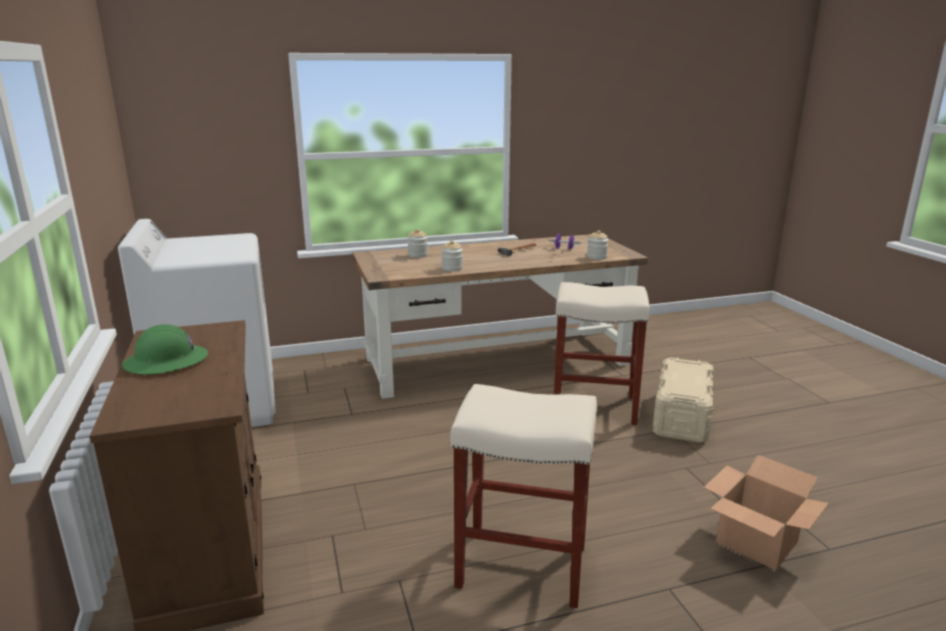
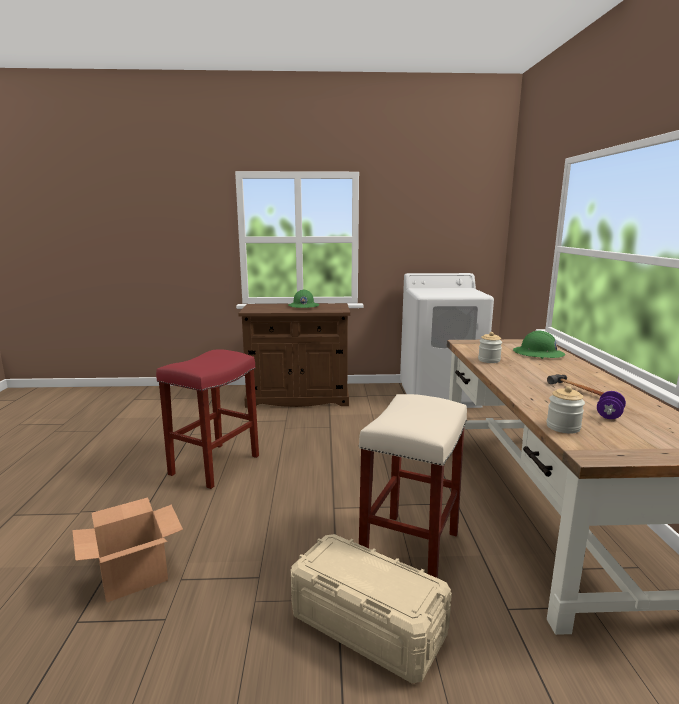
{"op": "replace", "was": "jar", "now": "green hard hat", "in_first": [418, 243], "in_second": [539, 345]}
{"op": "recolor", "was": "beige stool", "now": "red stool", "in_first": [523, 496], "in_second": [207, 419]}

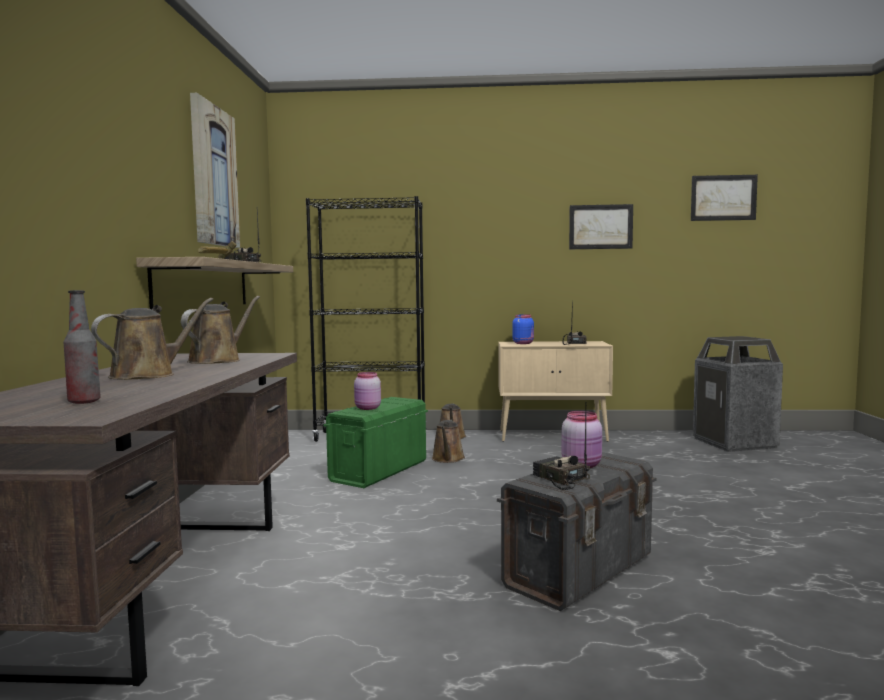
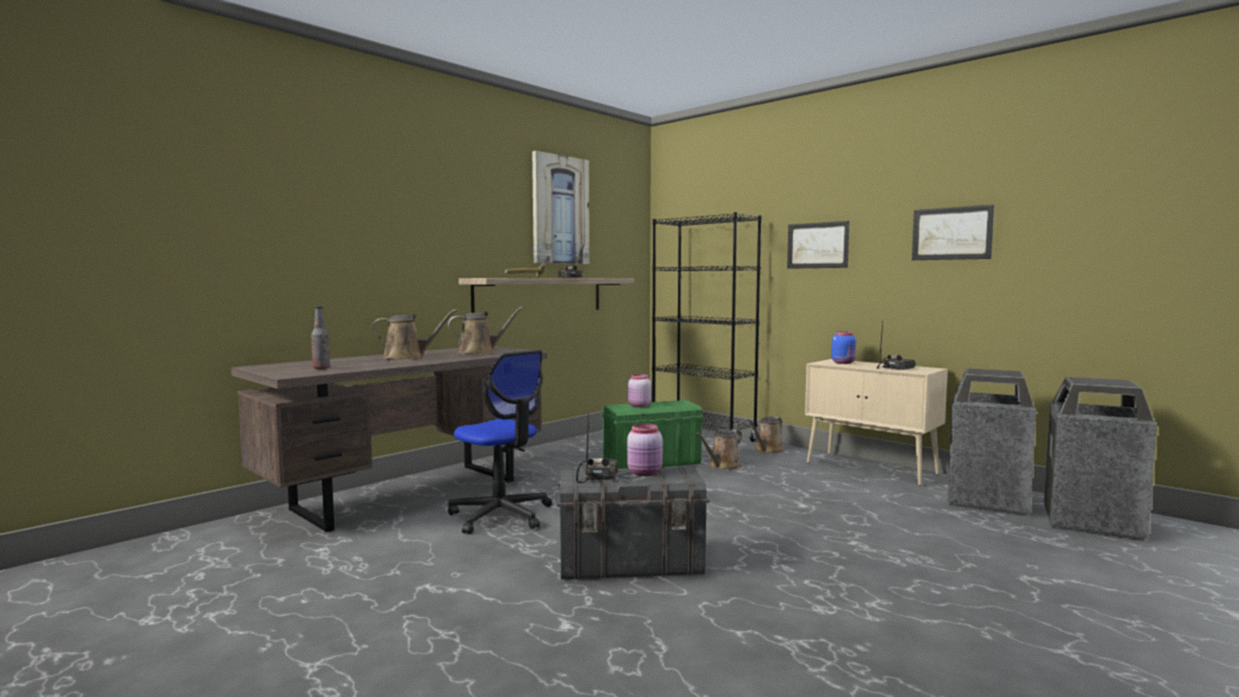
{"op": "move", "was": "picture", "in_first": [724, 198], "in_second": [818, 245]}
{"op": "insert", "now": "office chair", "in_second": [500, 442]}
{"op": "insert", "now": "trash can", "in_second": [992, 442]}

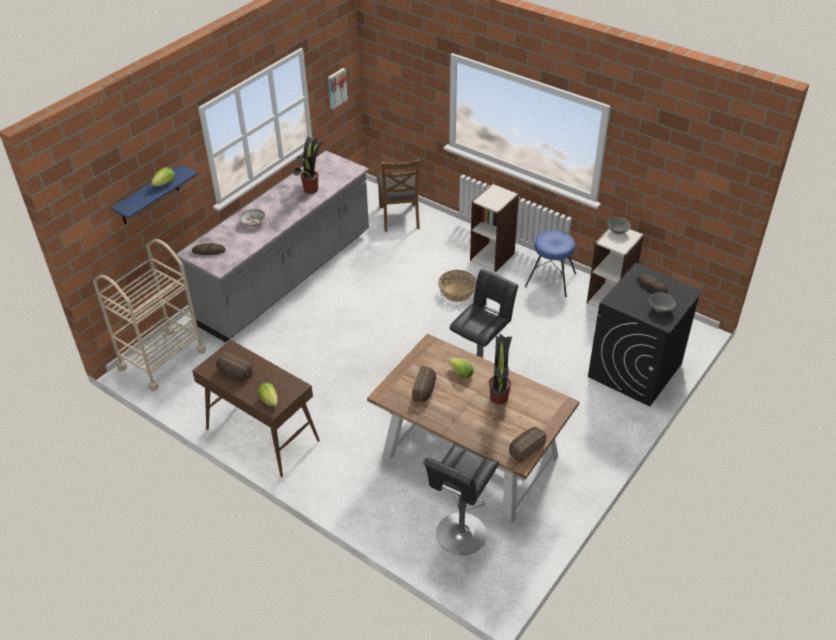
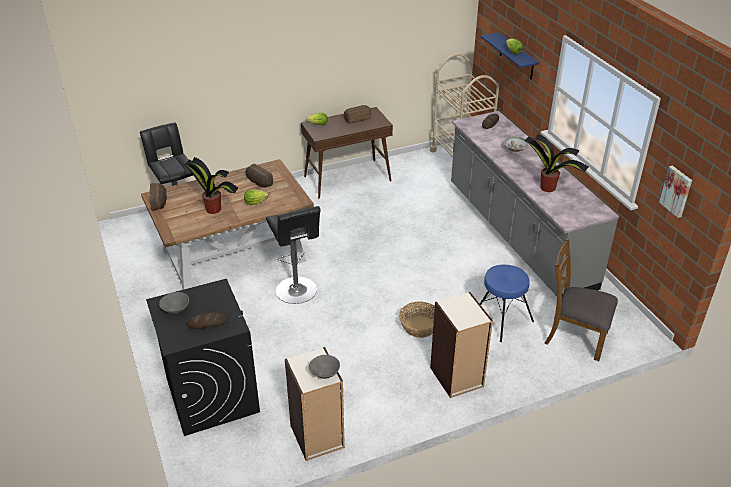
{"op": "move", "was": "blue stool", "in_first": [550, 263], "in_second": [507, 303]}

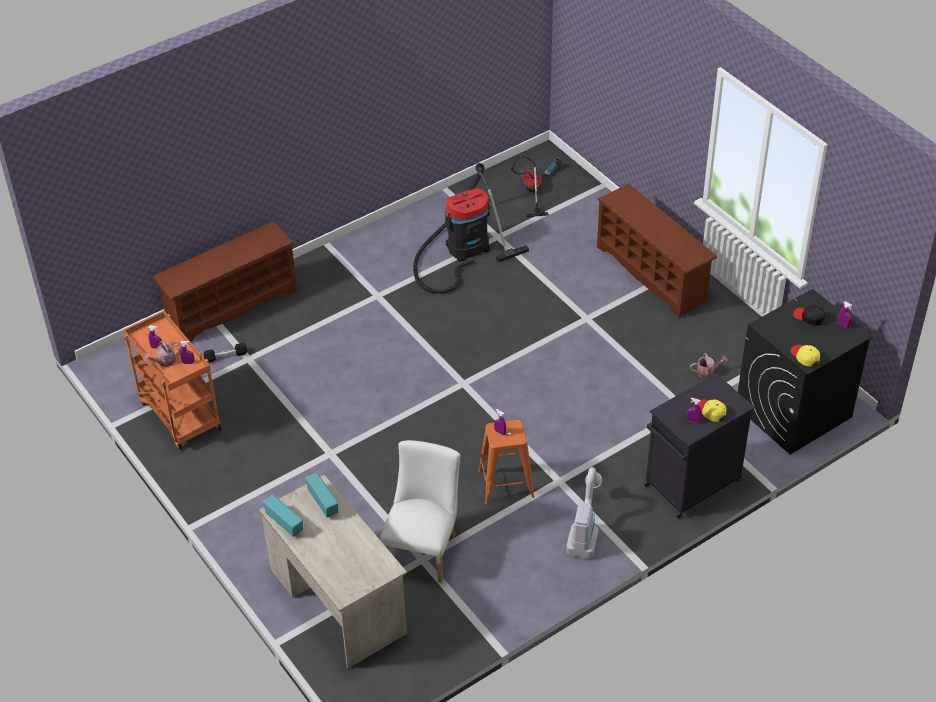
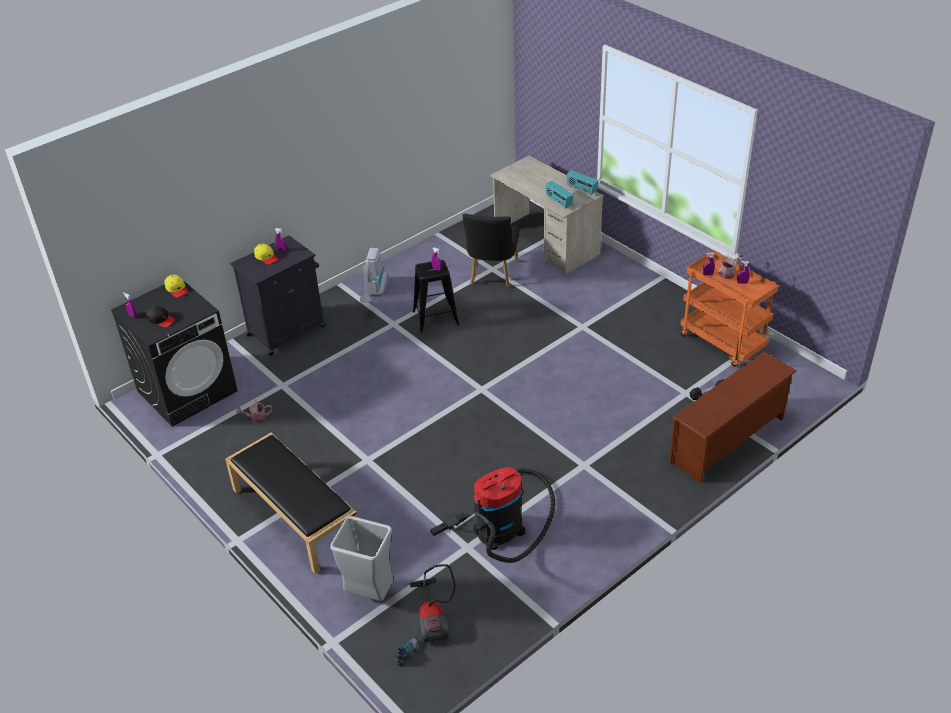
{"op": "replace", "was": "brown shoe rack", "now": "black bench", "in_first": [657, 251], "in_second": [291, 503]}
{"op": "recolor", "was": "orange stool", "now": "black stool", "in_first": [506, 462], "in_second": [436, 296]}
{"op": "recolor", "was": "white chair", "now": "black chair", "in_first": [420, 511], "in_second": [491, 250]}
{"op": "insert", "now": "grey trash can", "in_second": [361, 558]}

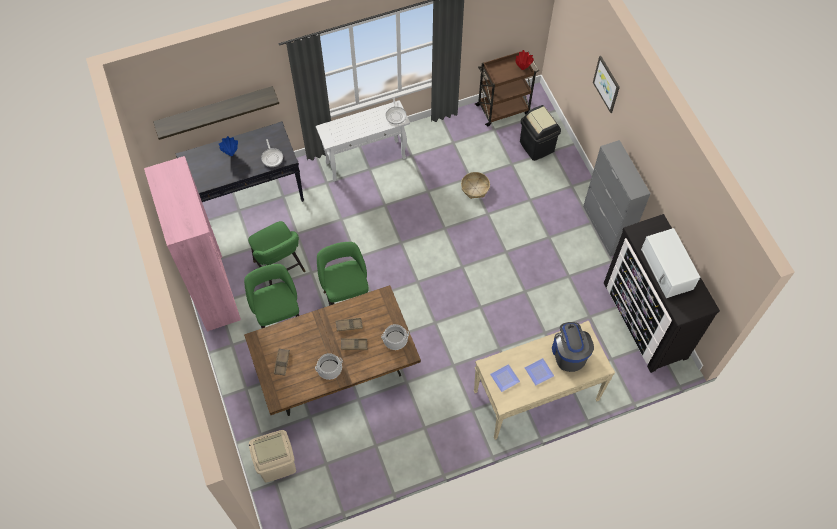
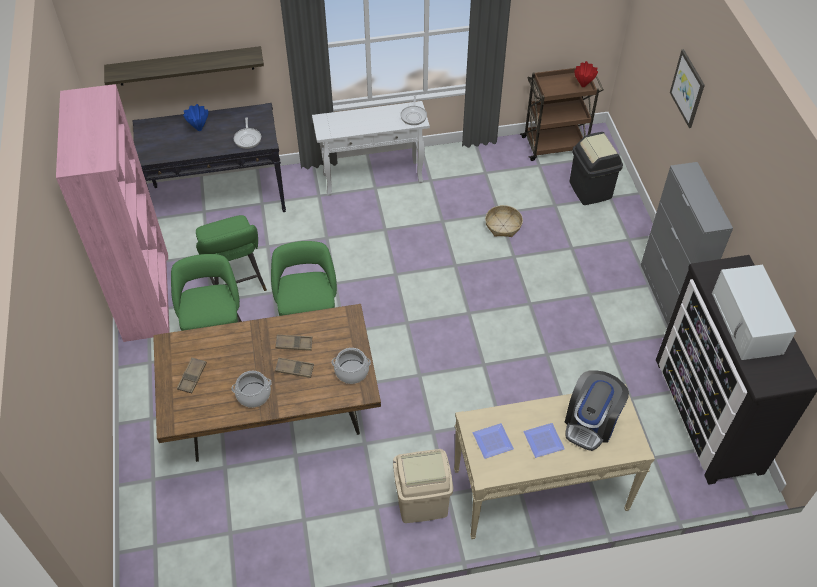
{"op": "rotate", "was": "coffee machine", "in_first": [573, 347], "in_second": [597, 410], "clockwise": -150}
{"op": "move", "was": "beige trash can", "in_first": [272, 456], "in_second": [423, 486]}

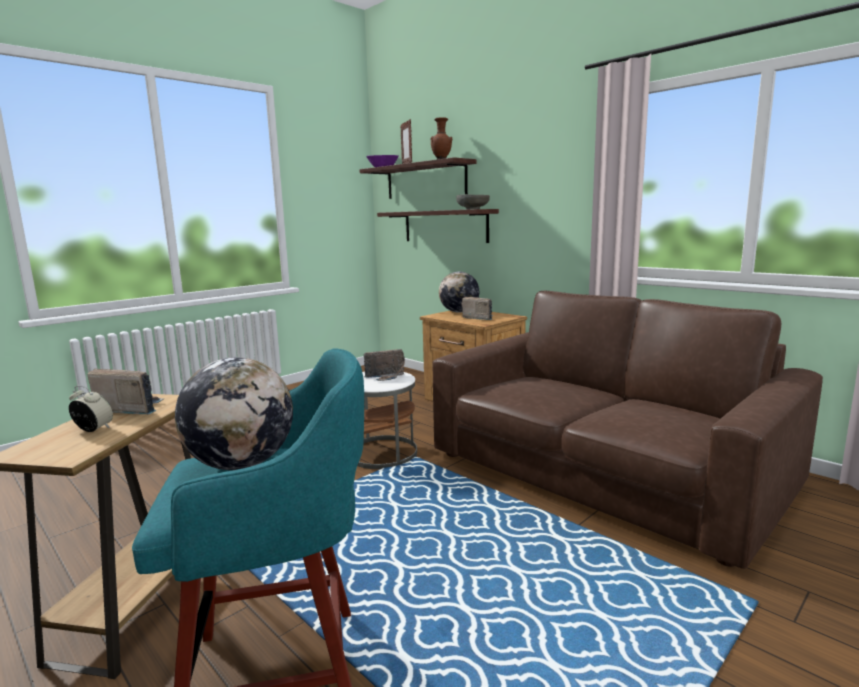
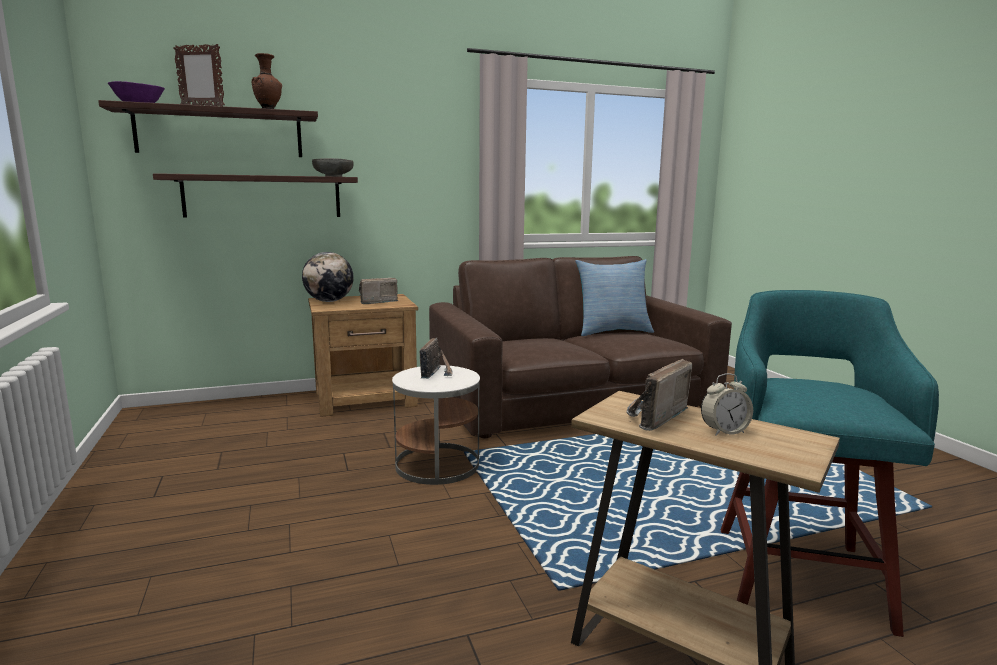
{"op": "delete", "was": "globe", "in_first": [234, 413]}
{"op": "rotate", "was": "alarm clock", "in_first": [91, 408], "in_second": [727, 404], "clockwise": -150}
{"op": "insert", "now": "pillow", "in_second": [614, 297]}

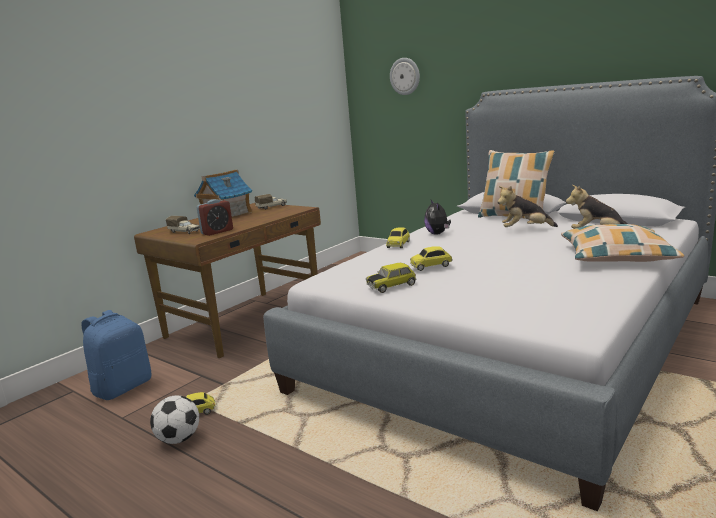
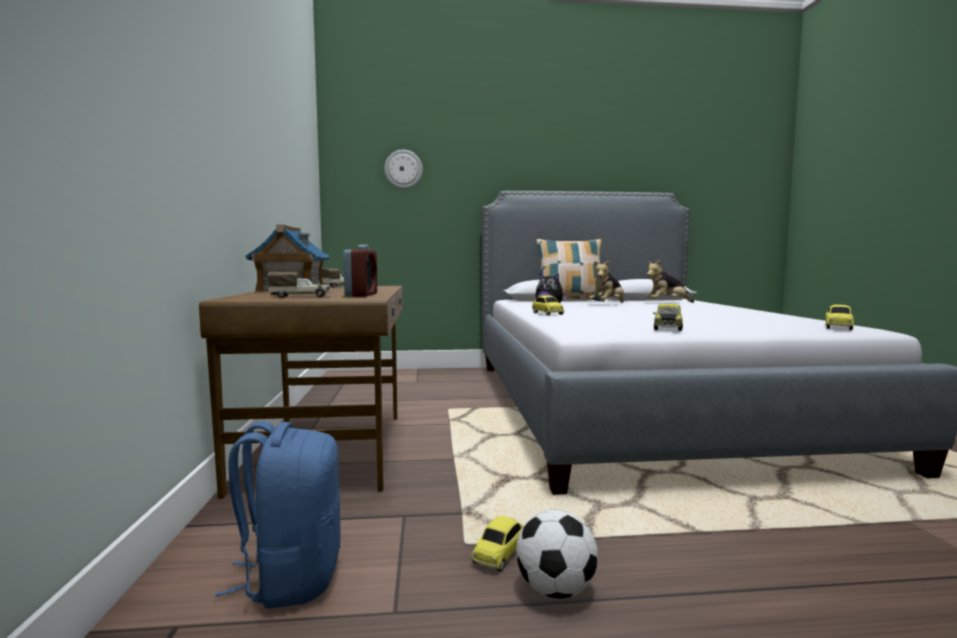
{"op": "delete", "was": "pillow", "in_first": [622, 243]}
{"op": "move", "was": "toy car", "in_first": [431, 258], "in_second": [839, 317]}

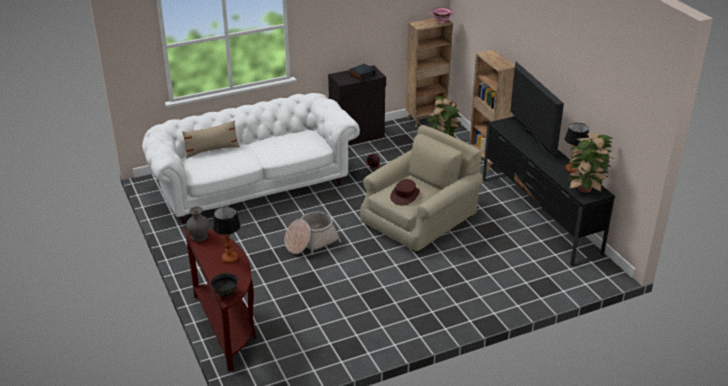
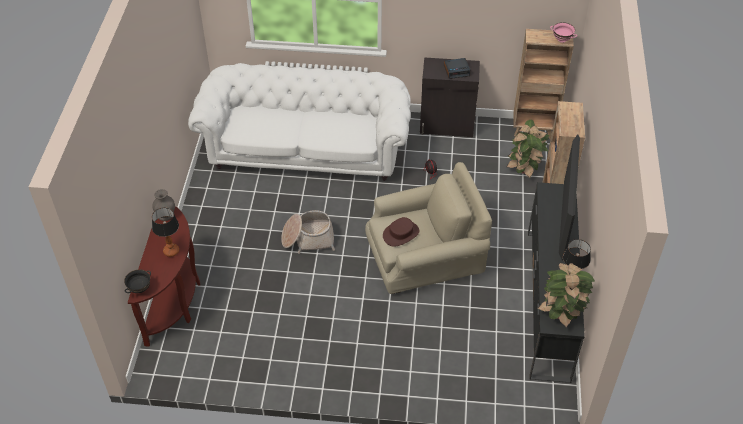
{"op": "delete", "was": "beige pillow", "in_first": [211, 139]}

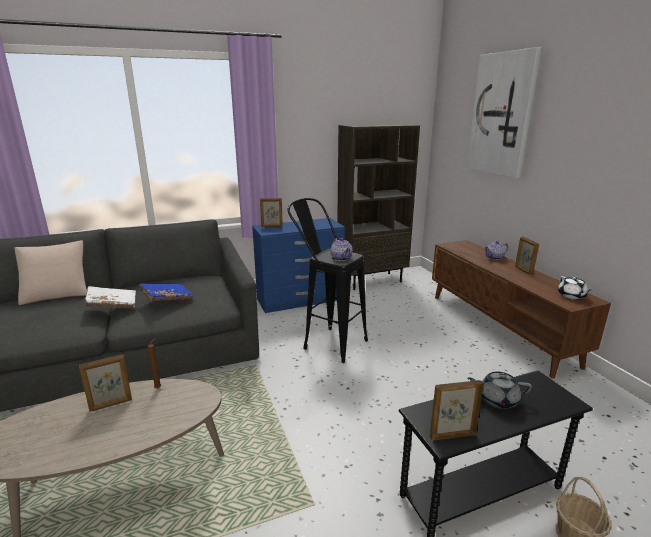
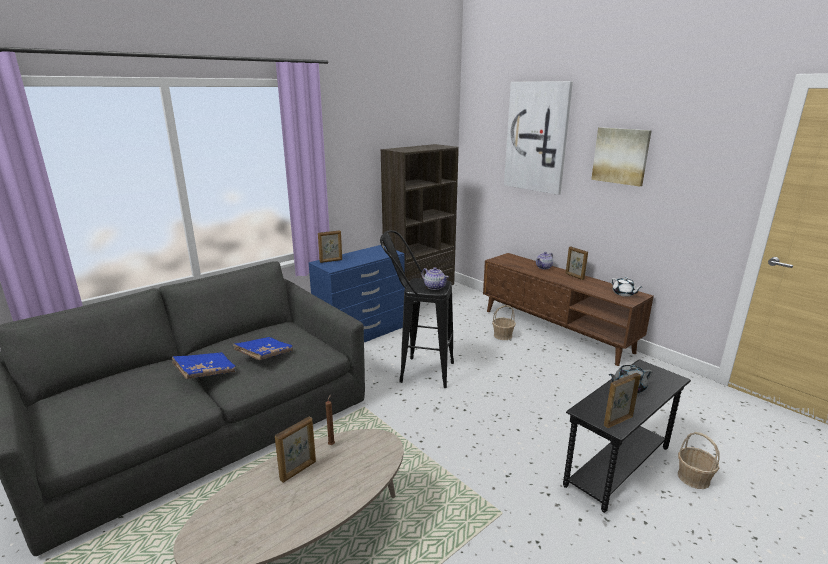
{"op": "delete", "was": "beige pillow", "in_first": [51, 272]}
{"op": "recolor", "was": "white book", "now": "blue book", "in_first": [110, 297], "in_second": [204, 365]}
{"op": "insert", "now": "picture", "in_second": [621, 157]}
{"op": "insert", "now": "basket", "in_second": [504, 322]}

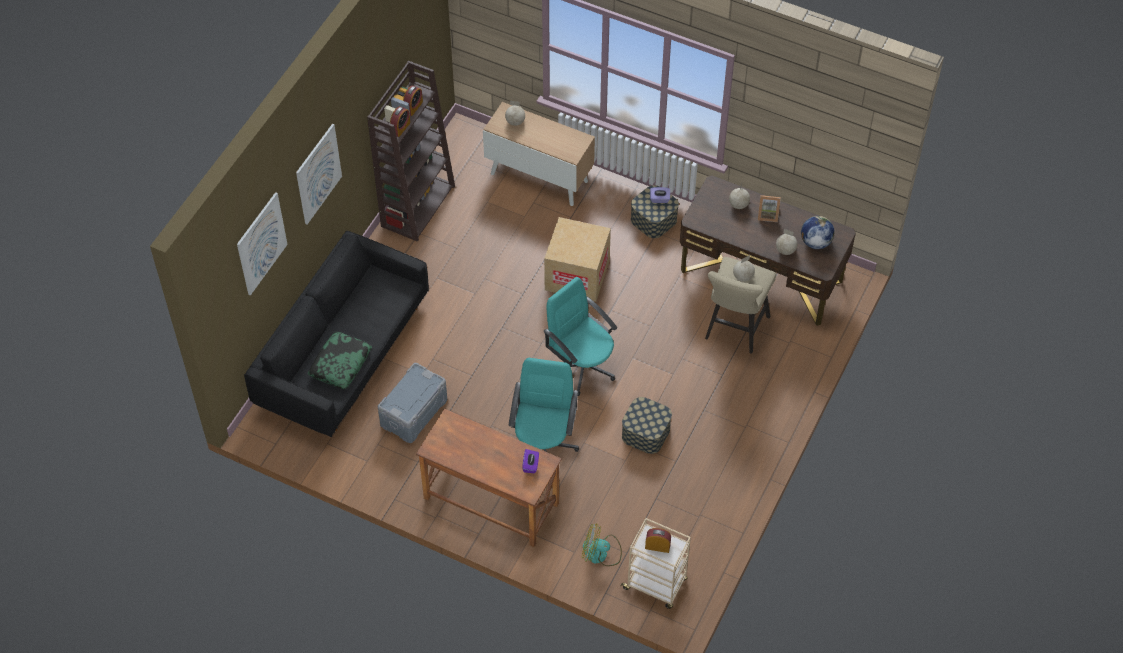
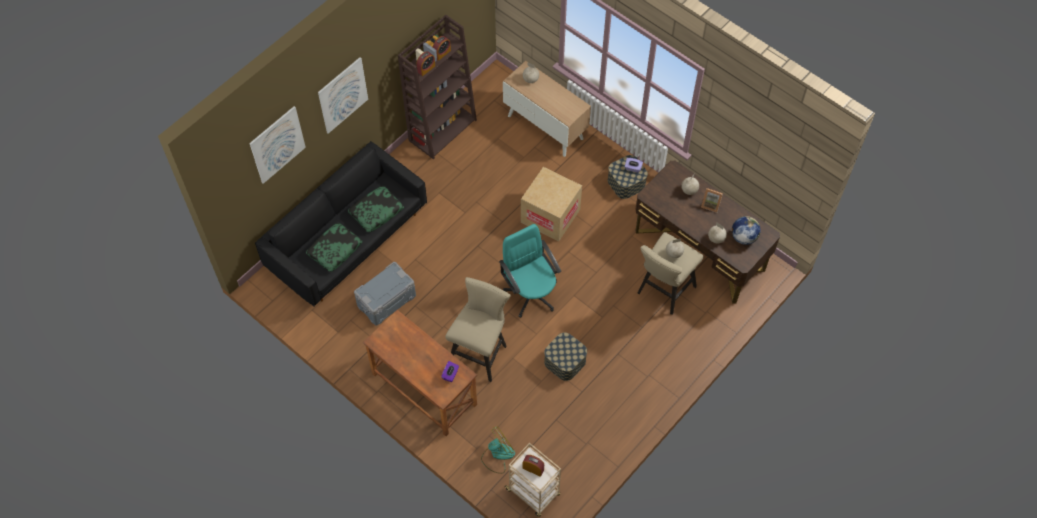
{"op": "replace", "was": "turquoise office chair", "now": "beige stool", "in_first": [544, 405], "in_second": [478, 329]}
{"op": "rotate", "was": "fan", "in_first": [602, 544], "in_second": [498, 450], "clockwise": 120}
{"op": "insert", "now": "pillow", "in_second": [376, 209]}

